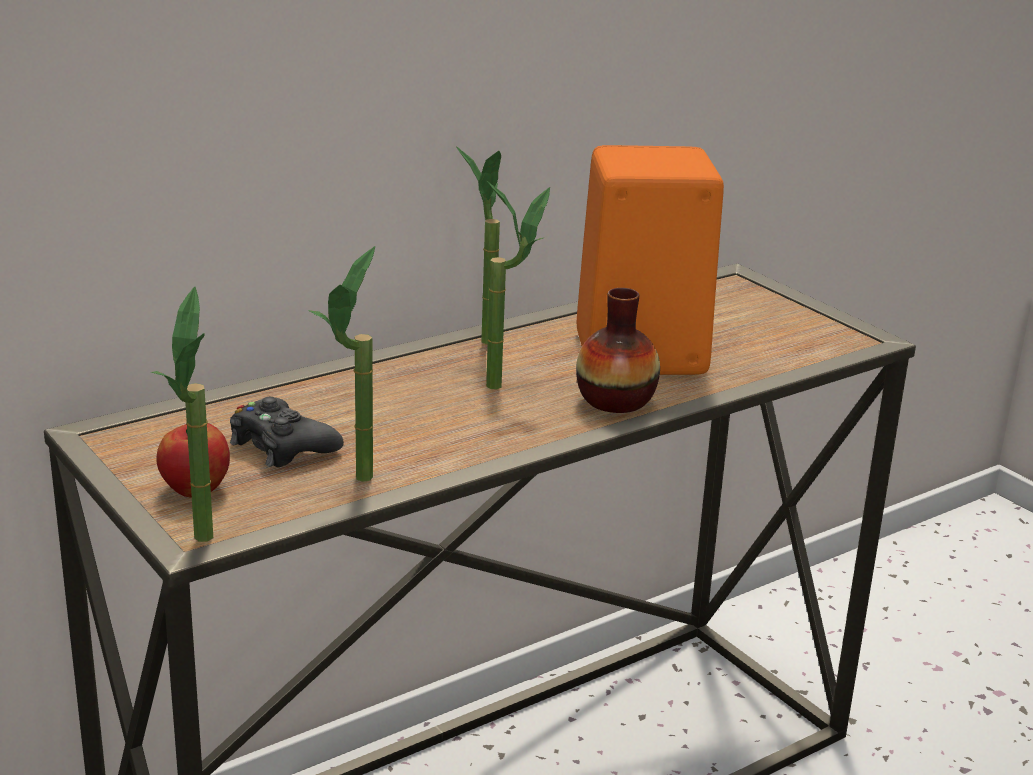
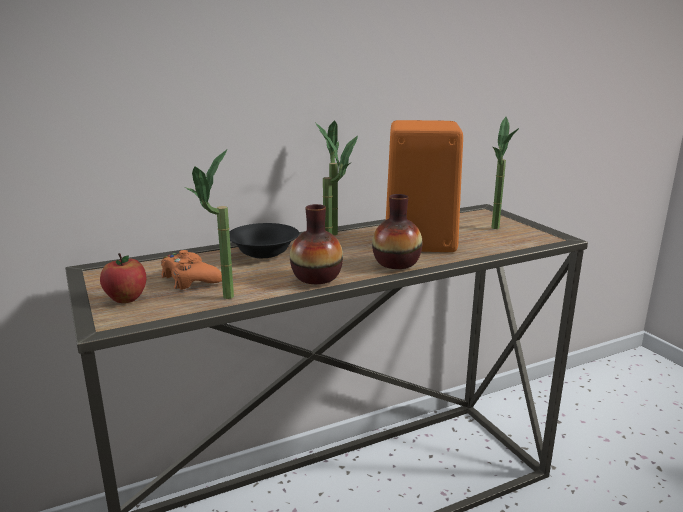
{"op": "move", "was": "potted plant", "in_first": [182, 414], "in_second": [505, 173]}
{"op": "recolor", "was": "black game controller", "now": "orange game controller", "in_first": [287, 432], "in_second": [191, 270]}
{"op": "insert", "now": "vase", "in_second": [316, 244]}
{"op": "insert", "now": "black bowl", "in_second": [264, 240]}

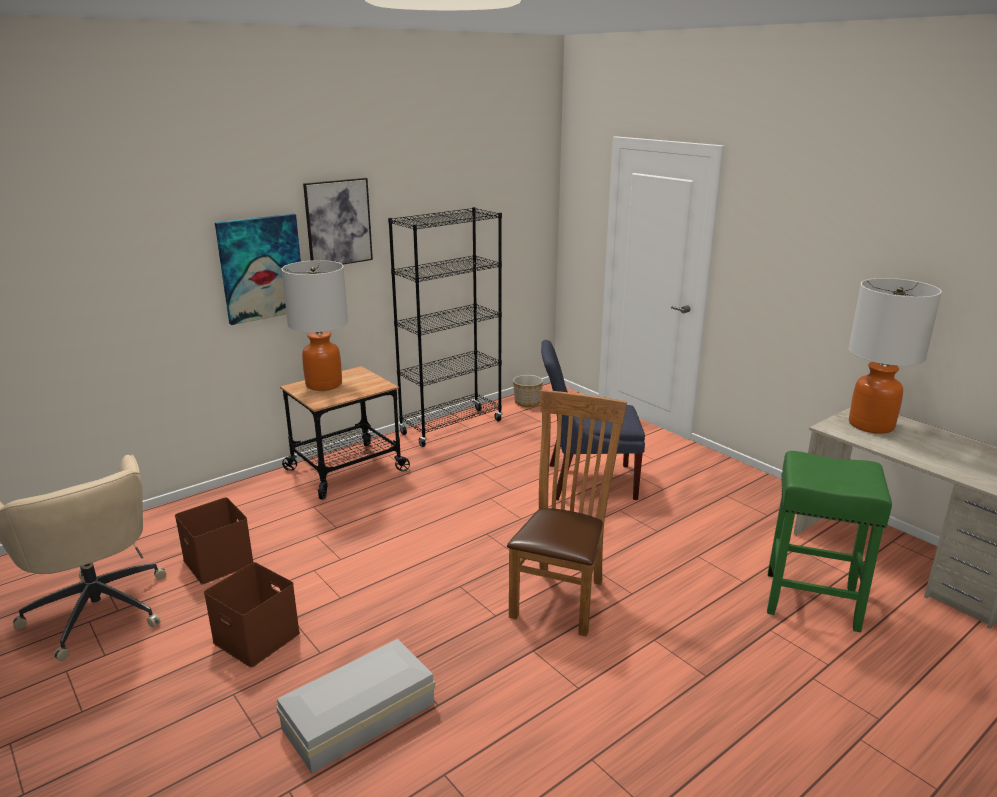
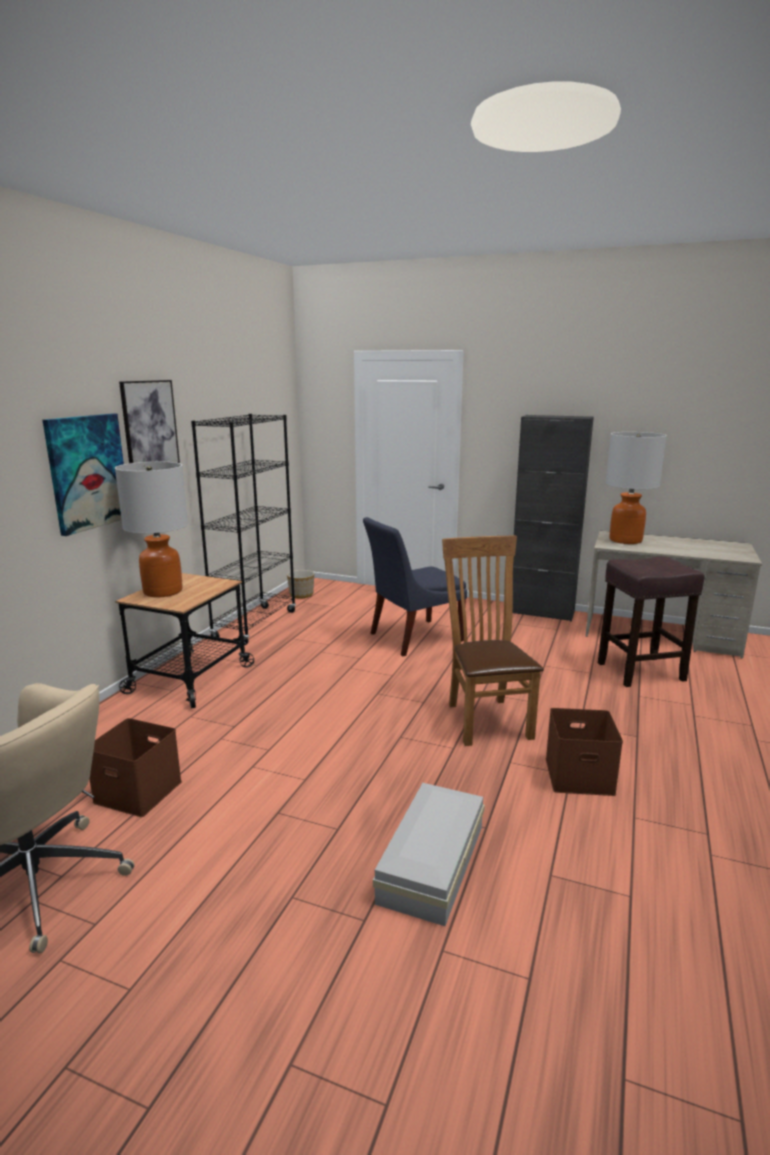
{"op": "recolor", "was": "green stool", "now": "brown stool", "in_first": [829, 541], "in_second": [651, 621]}
{"op": "move", "was": "brown storage box", "in_first": [252, 615], "in_second": [584, 752]}
{"op": "insert", "now": "black cabinet", "in_second": [553, 518]}

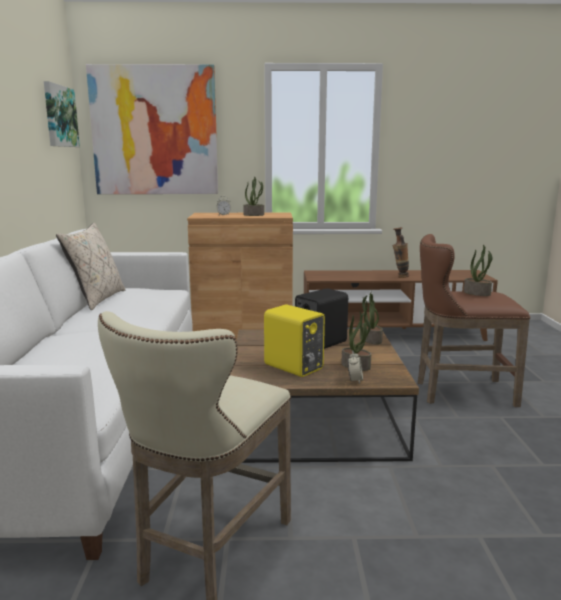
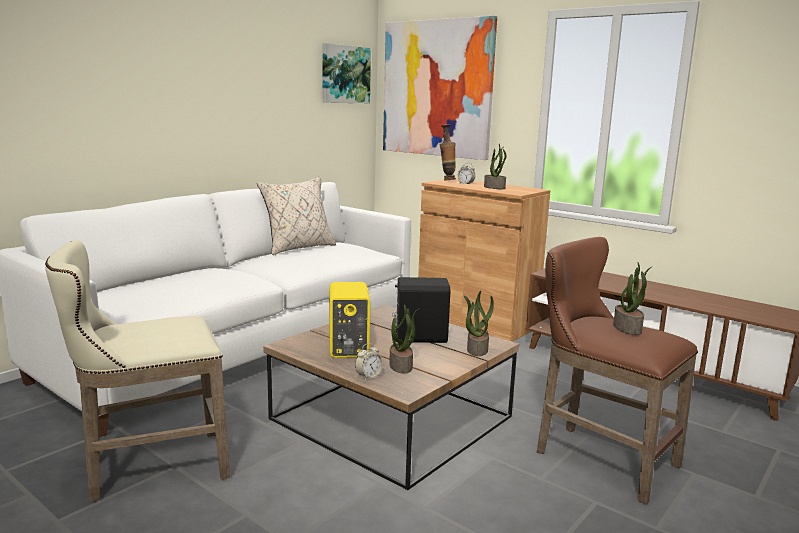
{"op": "move", "was": "vase", "in_first": [401, 252], "in_second": [447, 152]}

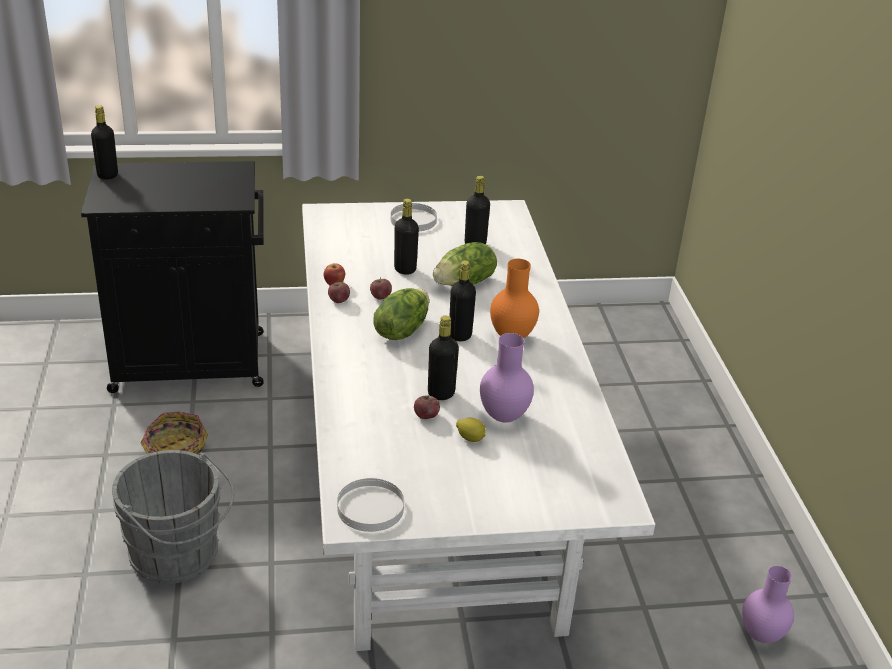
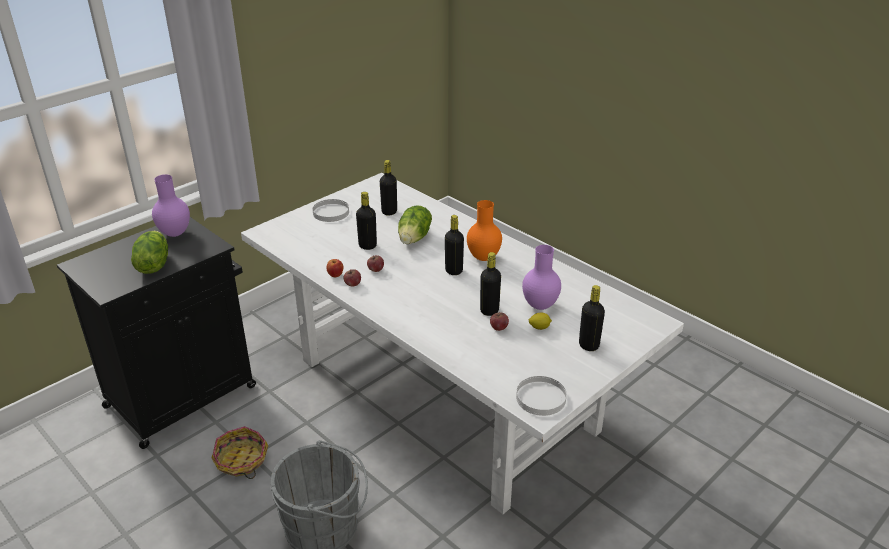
{"op": "move", "was": "black bottle", "in_first": [104, 142], "in_second": [592, 318]}
{"op": "move", "was": "lettuce", "in_first": [401, 314], "in_second": [149, 252]}
{"op": "move", "was": "purple vase", "in_first": [768, 604], "in_second": [171, 205]}

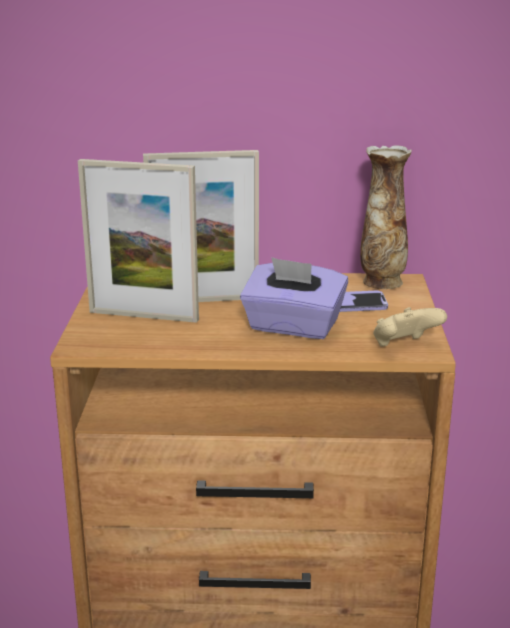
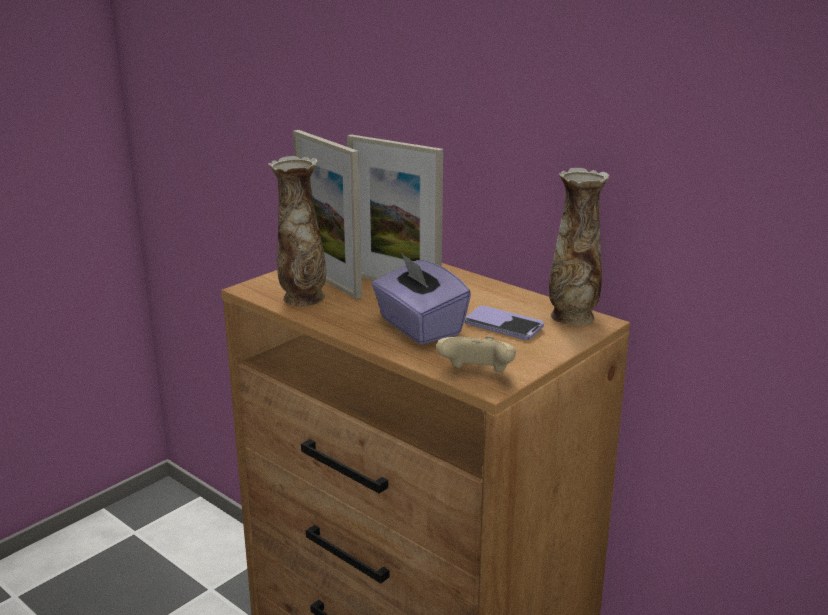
{"op": "insert", "now": "vase", "in_second": [297, 231]}

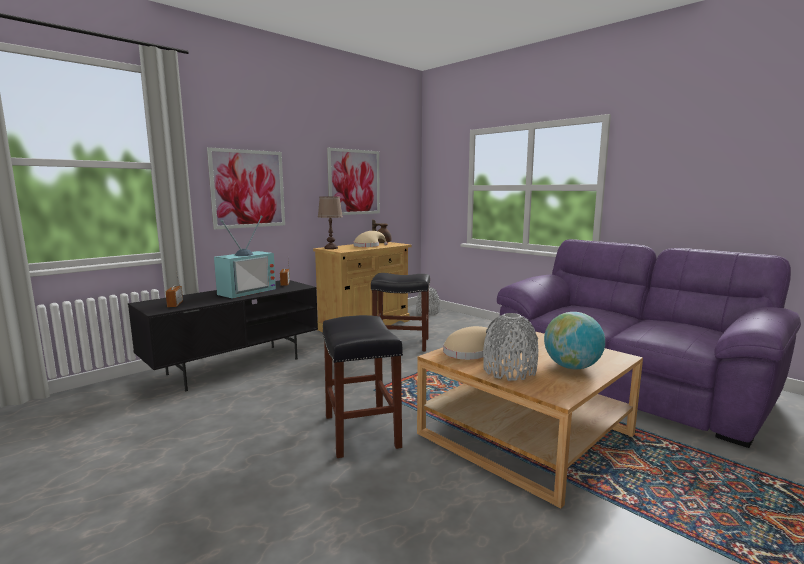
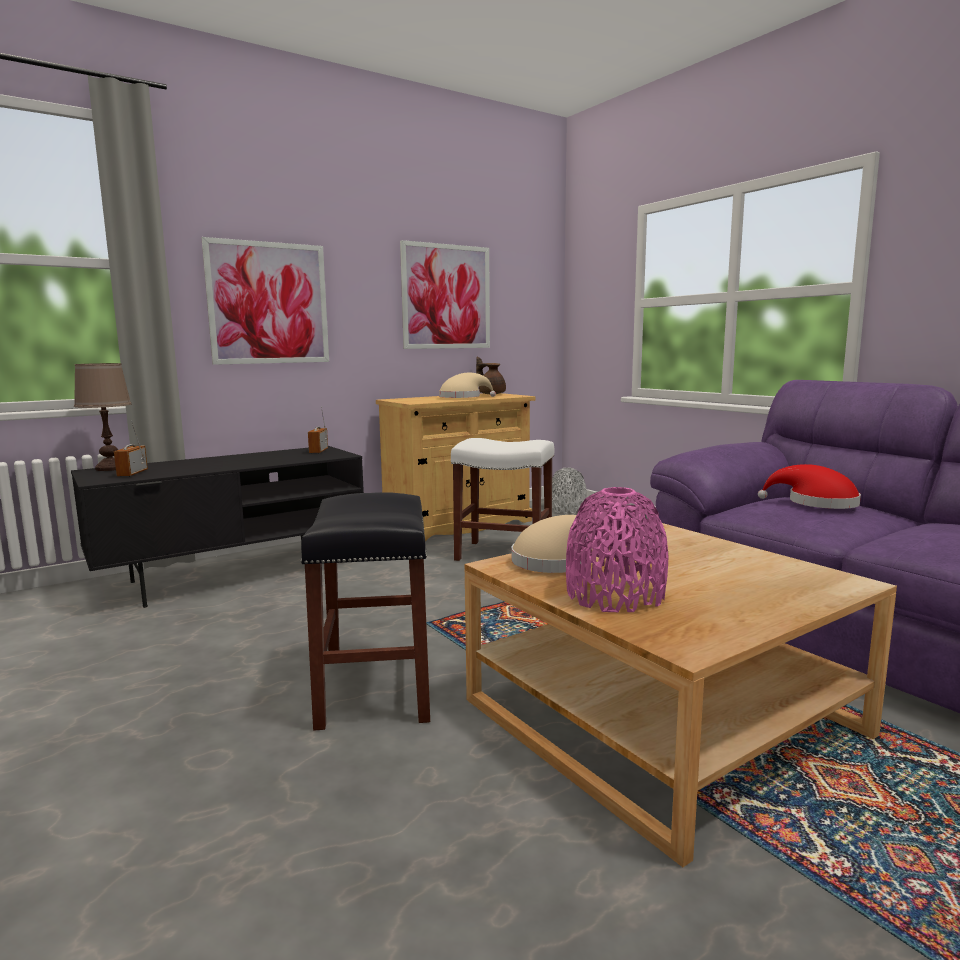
{"op": "move", "was": "brown table lamp", "in_first": [330, 222], "in_second": [103, 417]}
{"op": "delete", "was": "television", "in_first": [245, 257]}
{"op": "recolor", "was": "black stool", "now": "white stool", "in_first": [400, 312], "in_second": [502, 499]}
{"op": "delete", "was": "globe", "in_first": [574, 340]}
{"op": "recolor", "was": "grey vase", "now": "pink vase", "in_first": [510, 347], "in_second": [617, 549]}
{"op": "insert", "now": "red hat", "in_second": [809, 486]}

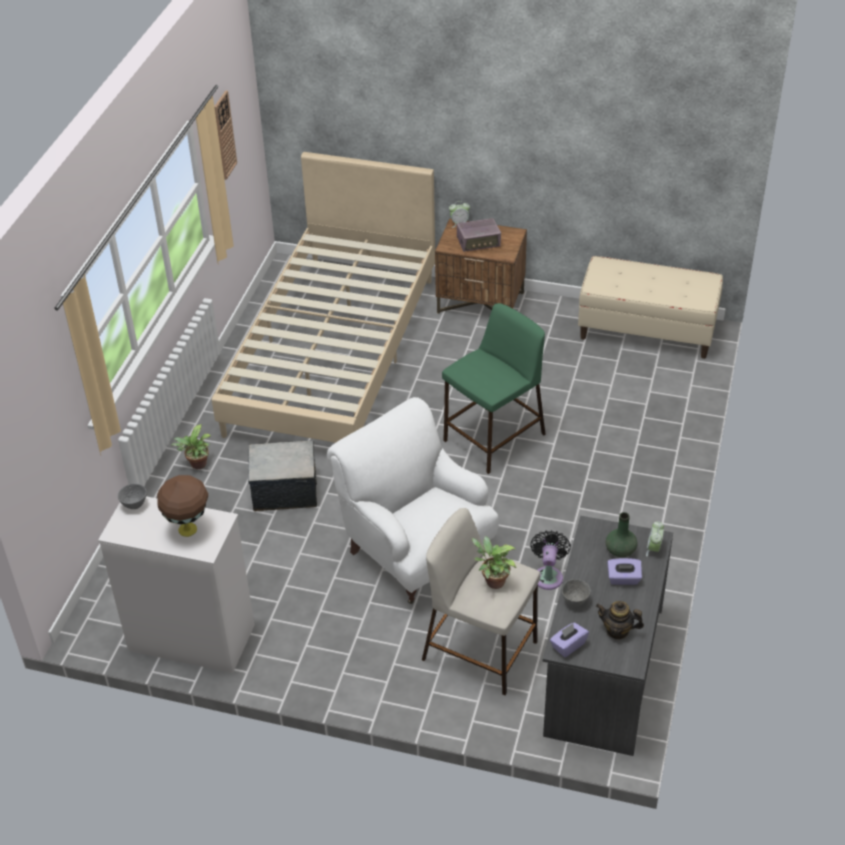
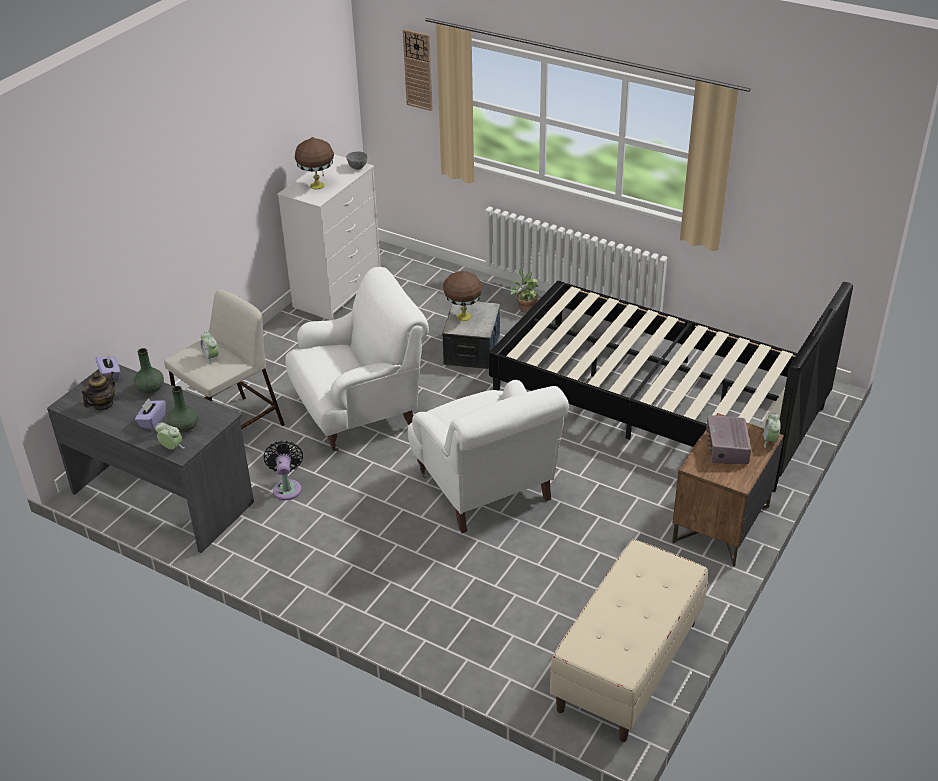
{"op": "move", "was": "wall clock", "in_first": [225, 135], "in_second": [418, 70]}
{"op": "recolor", "was": "beige bed", "now": "black bed", "in_first": [323, 297], "in_second": [671, 386]}
{"op": "replace", "was": "green stool", "now": "white armchair", "in_first": [494, 388], "in_second": [488, 456]}
{"op": "rotate", "was": "black fan", "in_first": [550, 560], "in_second": [283, 470], "clockwise": -120}
{"op": "replace", "was": "potted plant", "now": "alarm clock", "in_first": [494, 562], "in_second": [209, 348]}
{"op": "replace", "was": "grey bowl", "now": "green vase", "in_first": [576, 592], "in_second": [149, 371]}
{"op": "insert", "now": "brown table lamp", "in_second": [462, 296]}

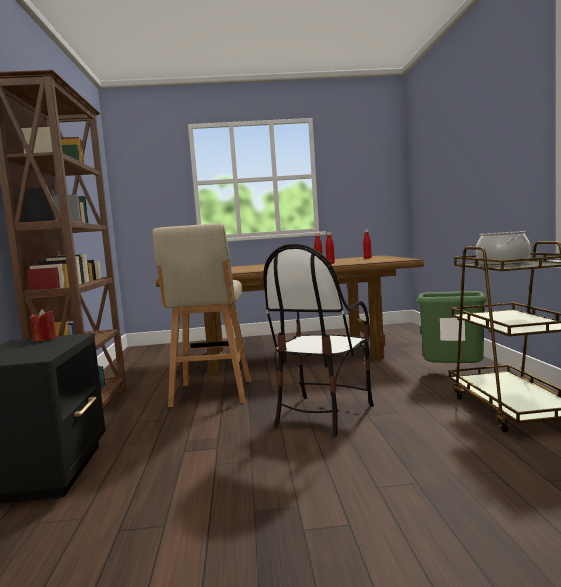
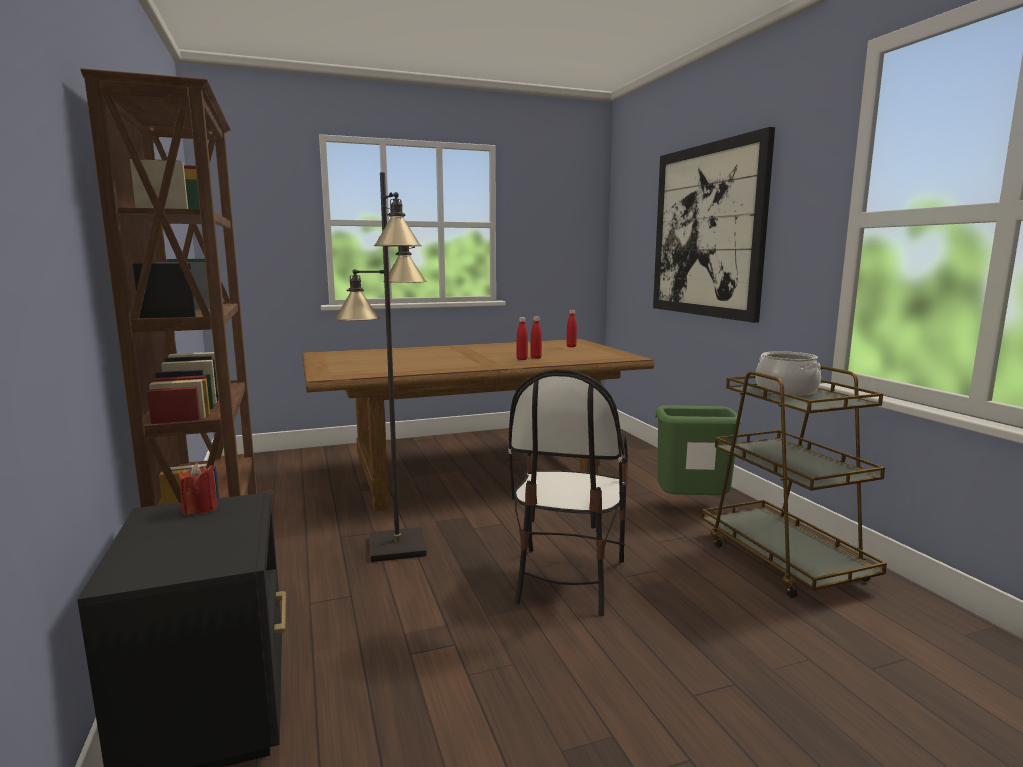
{"op": "replace", "was": "beige stool", "now": "black floor lamp", "in_first": [201, 315], "in_second": [381, 367]}
{"op": "insert", "now": "picture", "in_second": [714, 225]}

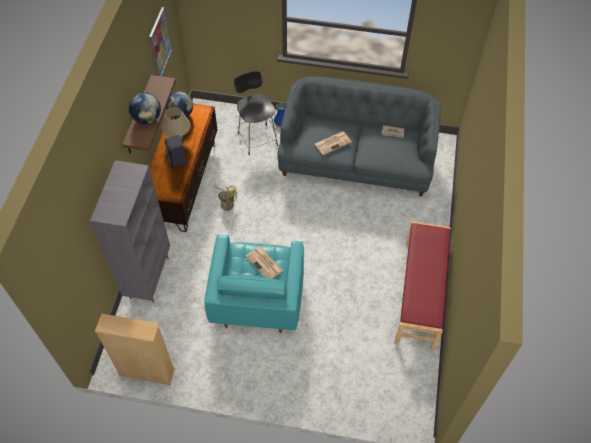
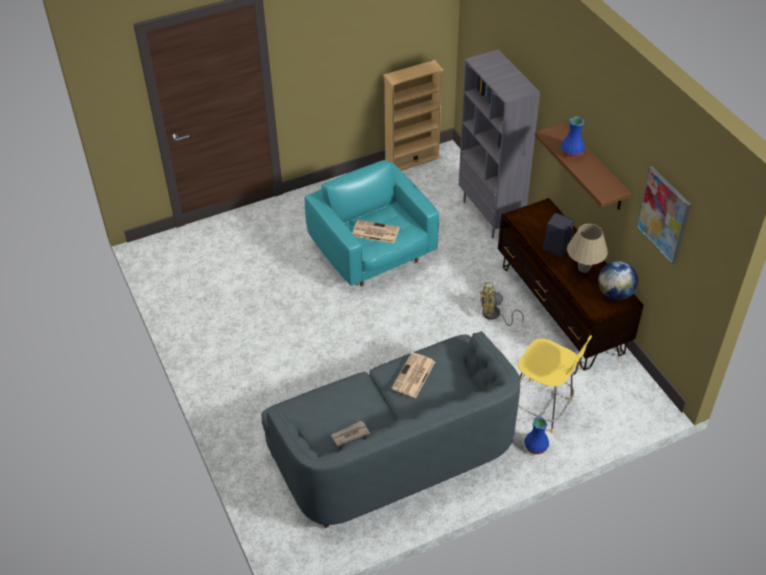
{"op": "recolor", "was": "black stool", "now": "yellow stool", "in_first": [256, 113], "in_second": [555, 384]}
{"op": "replace", "was": "globe", "now": "blue vase", "in_first": [145, 108], "in_second": [573, 137]}
{"op": "delete", "was": "red bench", "in_first": [422, 286]}

